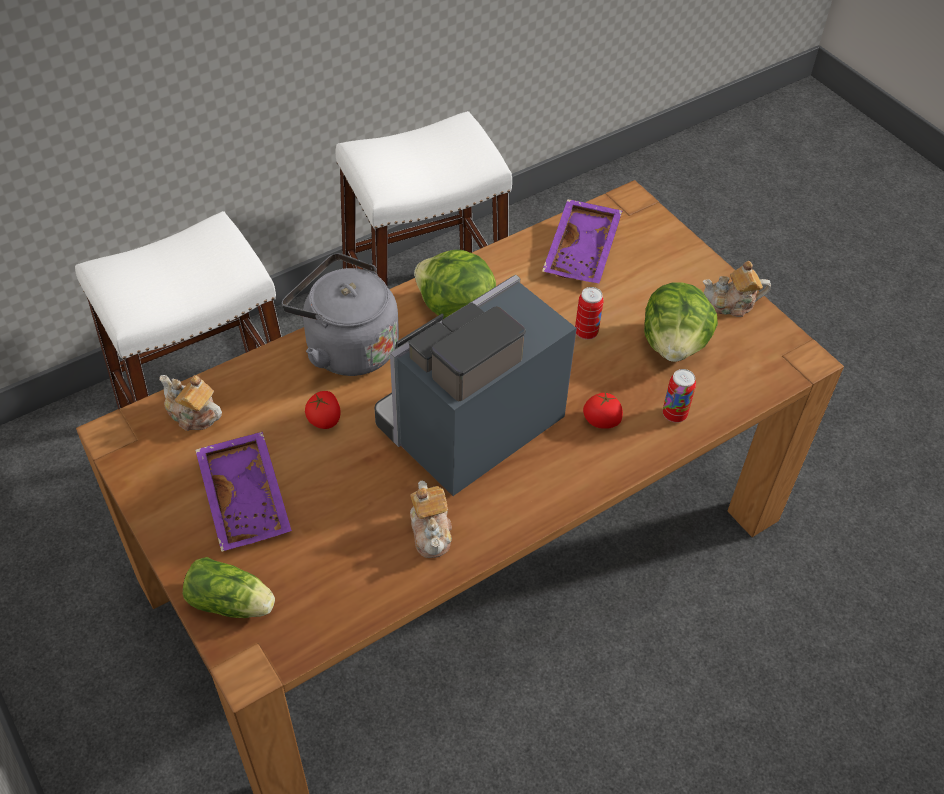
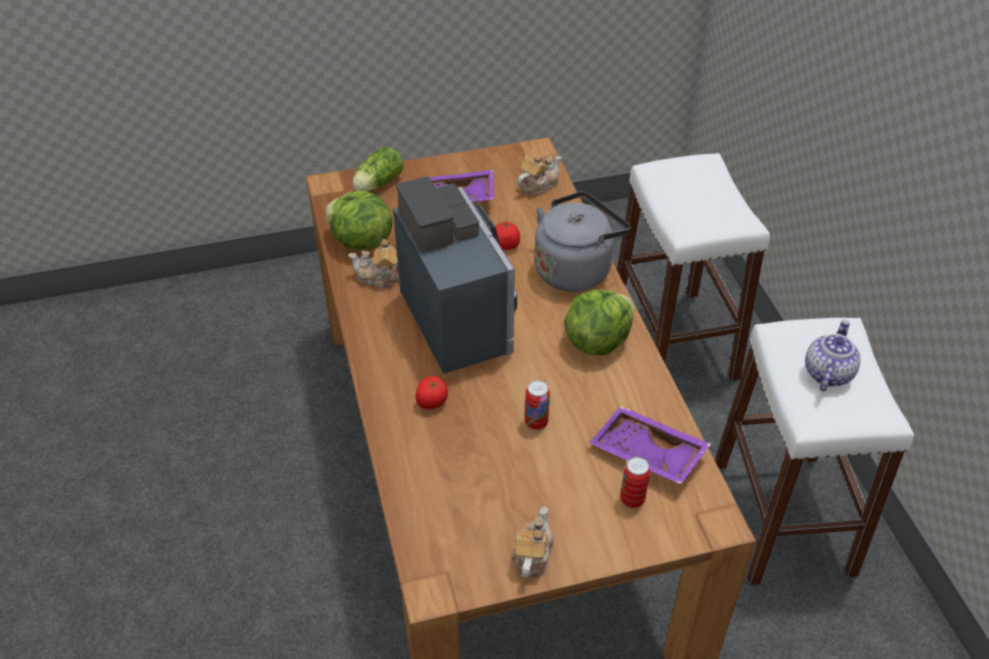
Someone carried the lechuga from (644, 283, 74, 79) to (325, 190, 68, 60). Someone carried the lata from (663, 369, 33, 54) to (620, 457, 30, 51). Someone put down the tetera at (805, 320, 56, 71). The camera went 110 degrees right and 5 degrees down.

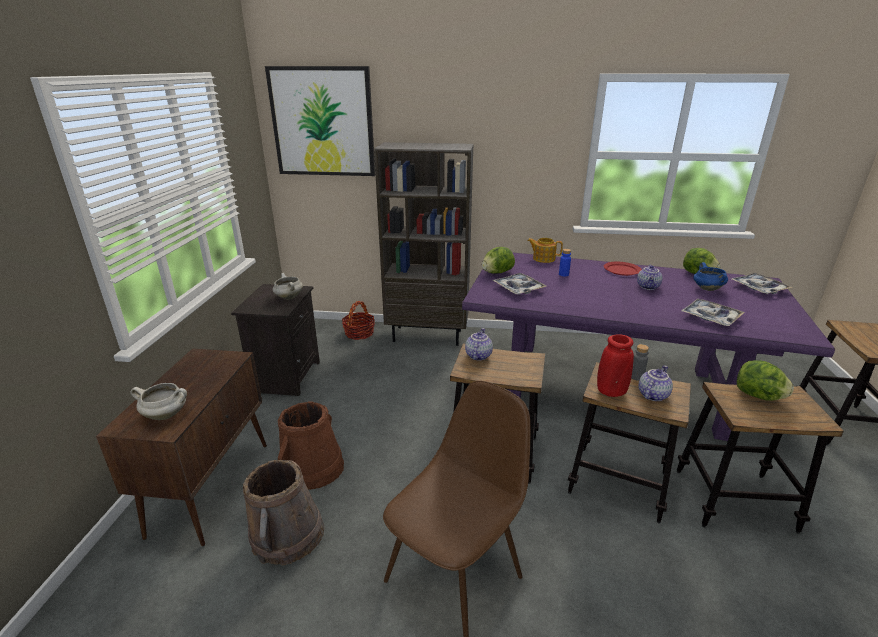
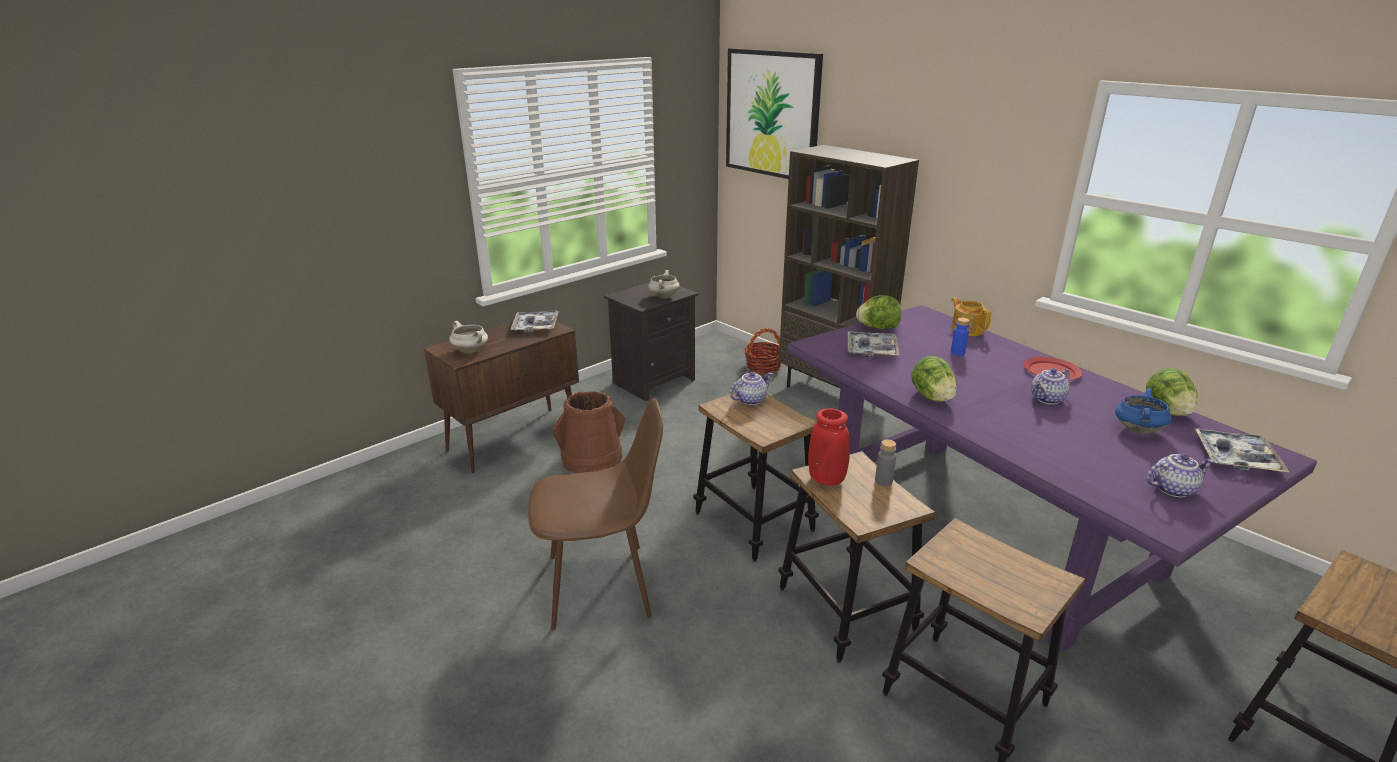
Someone took away the cubo [marrón] at (243, 460, 81, 105). Someone carried the tetera from (639, 365, 34, 36) to (1146, 454, 68, 44). Someone carried the bandeja from (681, 299, 64, 27) to (511, 311, 48, 22). Someone carried the lechuga from (737, 360, 57, 41) to (912, 356, 45, 46). The camera went 40 degrees right and 0 degrees up.

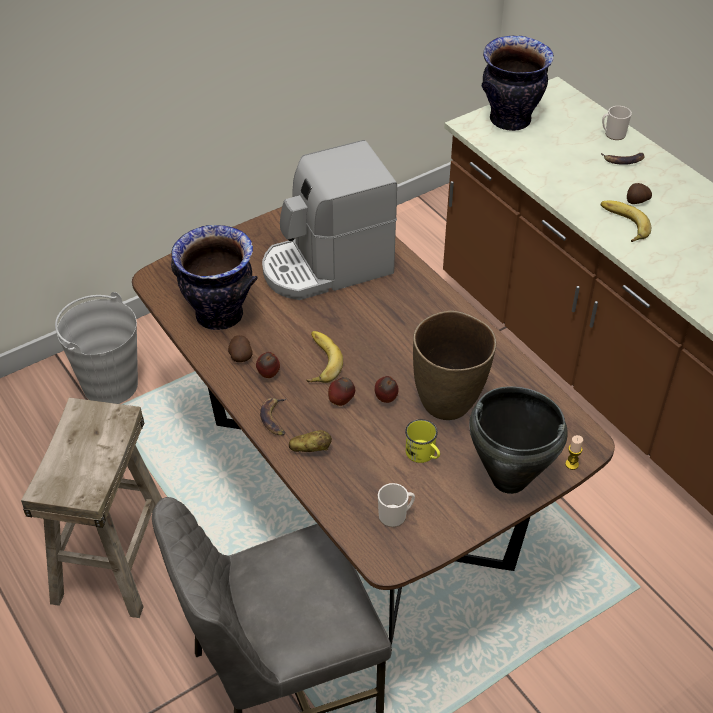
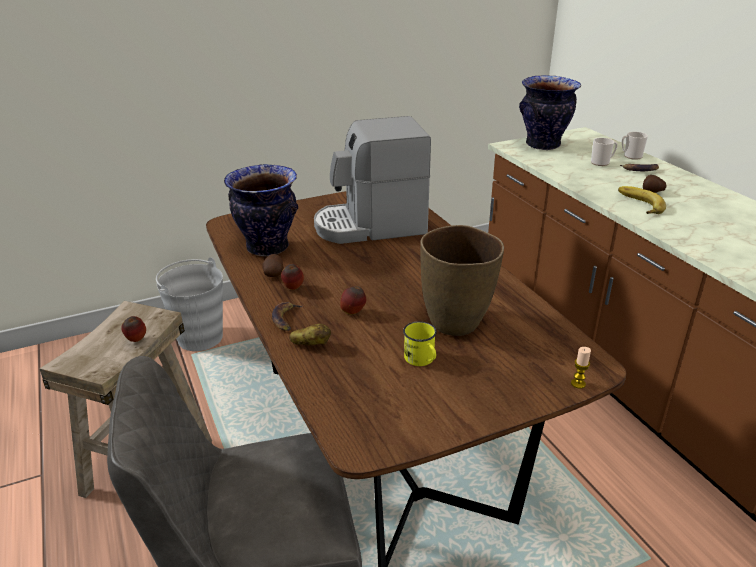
Someone took away the plátano at (307, 331, 36, 52). Someone carried the manzana from (375, 376, 24, 27) to (121, 316, 25, 26). Someone carried the taza grande from (378, 483, 37, 44) to (591, 138, 27, 28). Someone took away the olla [negro] at (469, 386, 99, 108). The camera went 10 degrees right and 15 degrees down.

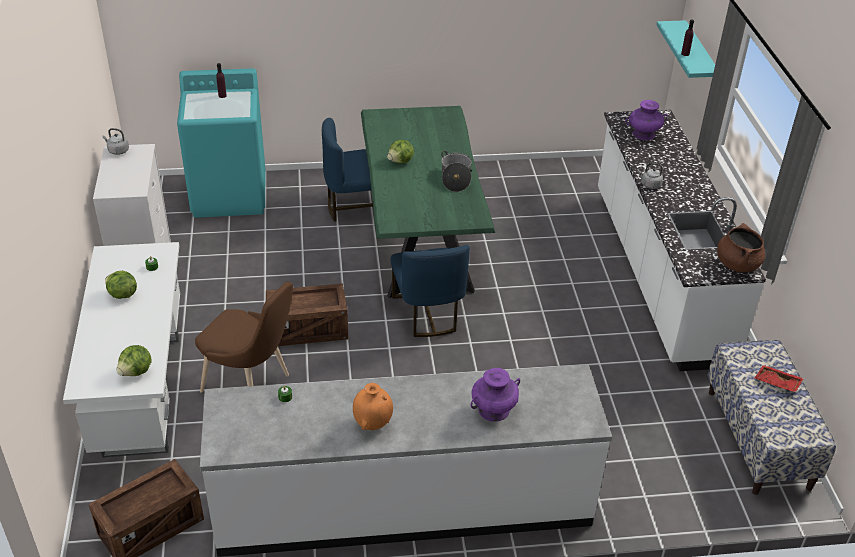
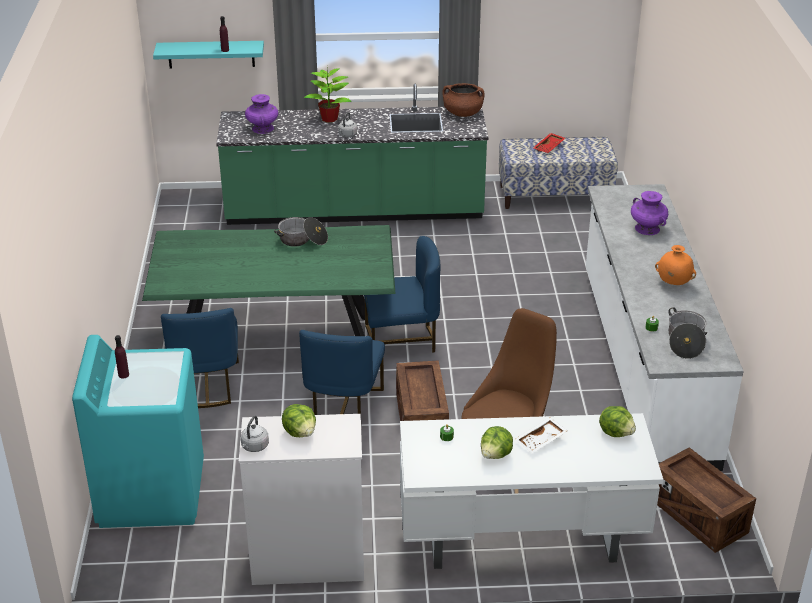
Someone carried the lechuga from (387, 140, 27, 23) to (282, 404, 34, 33). Someone repainted the mueble bajo de cocina [blanco] at (598, 110, 168, 261), which became the mueble bajo de cocina [verde] at (216, 84, 272, 141). Someone put down the silla [azul] at (299, 330, 86, 85). Someone put down the planta en maceta at (304, 66, 48, 57). Someone put down the bandeja [blanco] at (515, 417, 52, 36). Someone put down the olla at (669, 307, 38, 52). The camera went 85 degrees left and 5 degrees down.

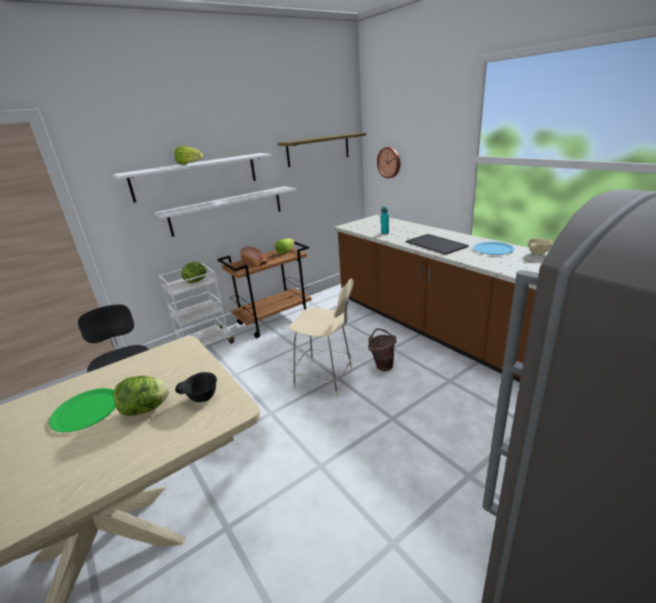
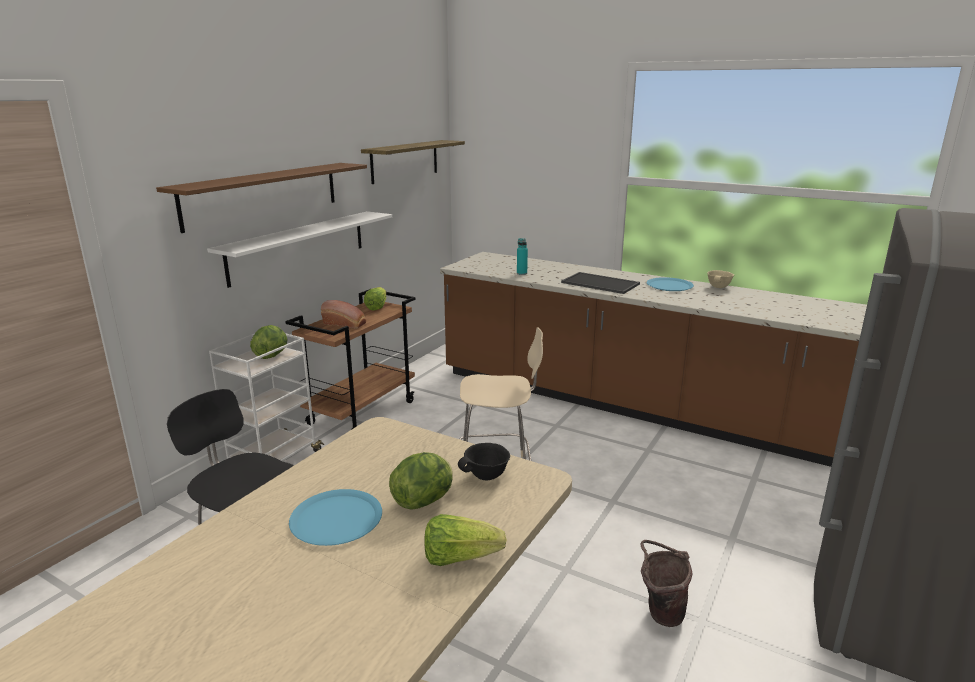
Someone repainted the plato [verde] at (49, 388, 67, 44), which became the plato [azul] at (289, 489, 93, 57). Someone repainted the estante [blanco] at (113, 153, 158, 50), which became the estante [marrón] at (156, 163, 211, 70). Someone carried the lechuga from (174, 146, 29, 18) to (424, 514, 83, 52). Someone carried the cubo [marrón] from (368, 328, 28, 43) to (640, 540, 52, 87). Someone took away the reloj de pared at (377, 147, 23, 31). The camera went 25 degrees left and 5 degrees down.

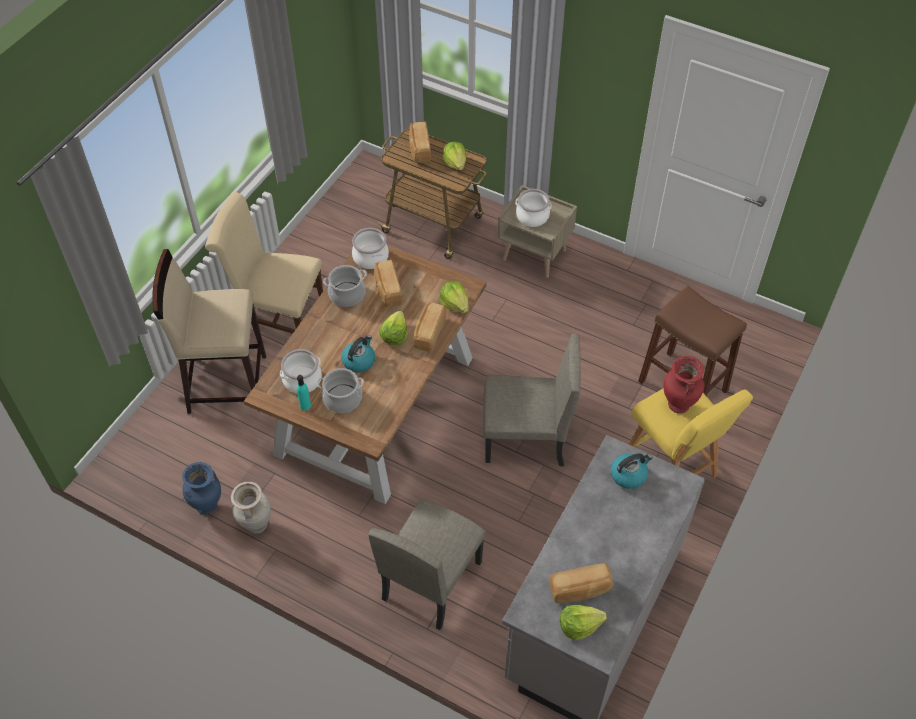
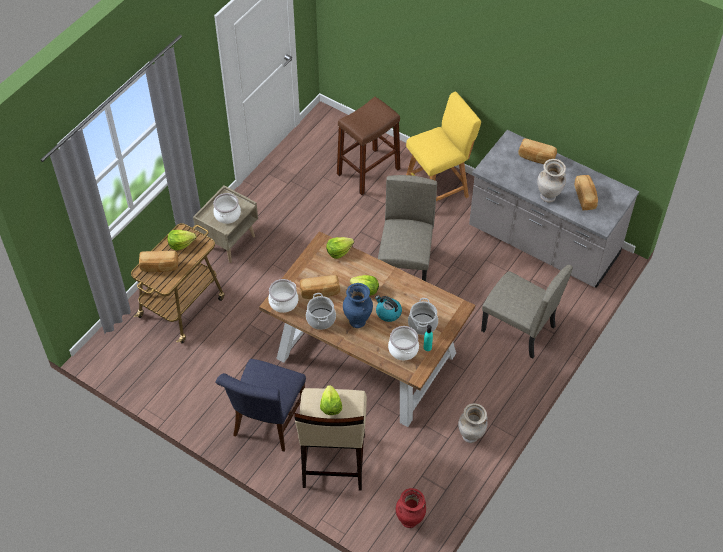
Someone carried the florero [azul] from (182, 462, 39, 53) to (343, 283, 30, 45). Someone repainted the silla [beis] at (205, 192, 118, 142), which became the silla [azul] at (215, 359, 91, 92). Someone carried the pan from (414, 302, 32, 50) to (519, 138, 38, 26). Someone carried the lechuga from (560, 605, 47, 35) to (320, 385, 22, 30). Someone took away the hervidor at (611, 453, 42, 36). Someone carried the florero [rojo] from (663, 356, 41, 57) to (396, 488, 30, 40). Someone put down the florero [beis] at (537, 159, 29, 43). The camera went 85 degrees left and 0 degrees up.

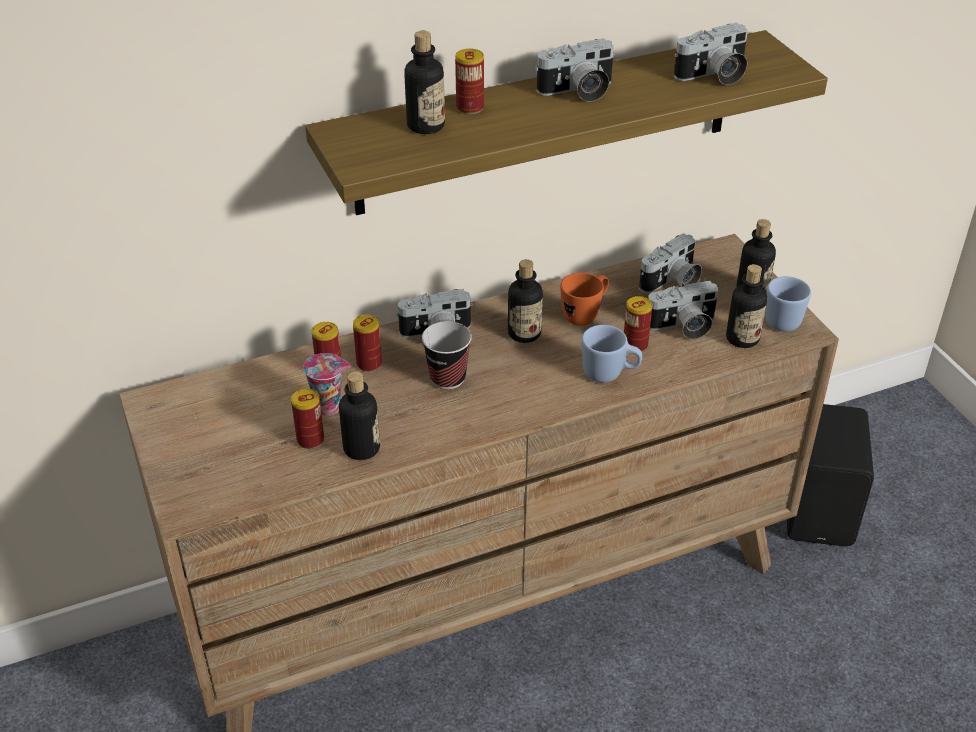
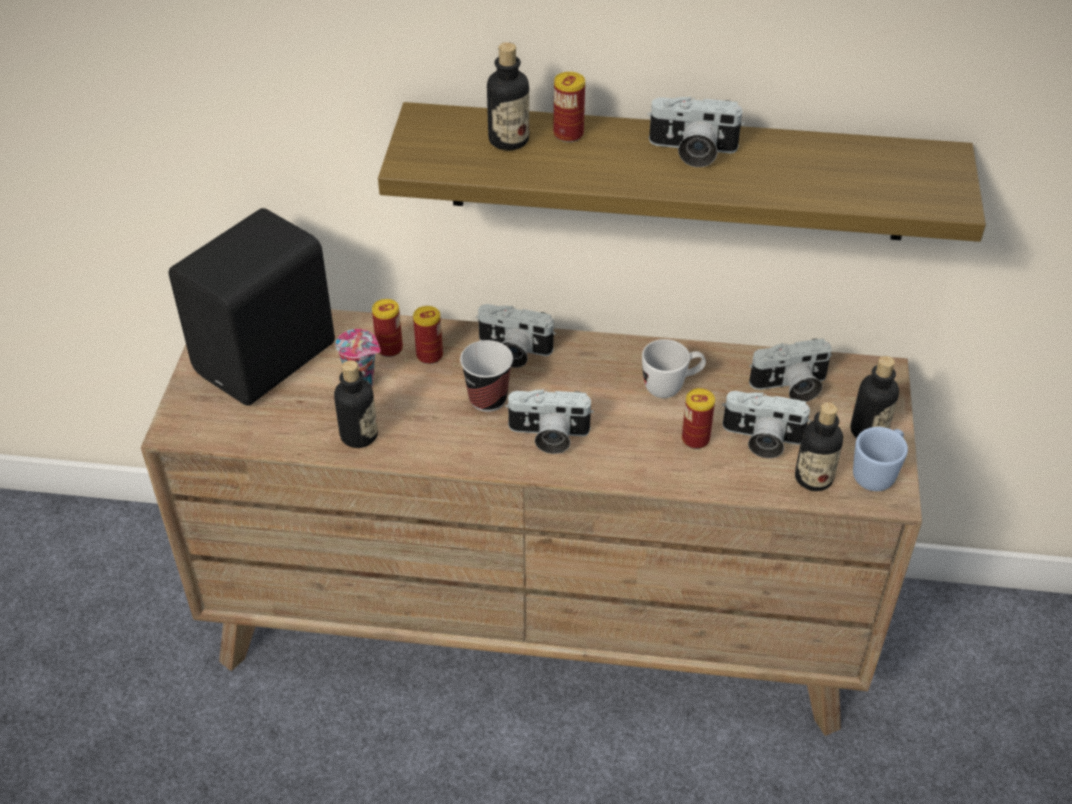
Someone took away the lata at (291, 389, 33, 60). Someone took away the botella at (508, 259, 35, 84). Someone repainted the taza grande [naranja] at (560, 272, 49, 54), which became the taza grande [blanco] at (642, 339, 64, 59). Someone took away the taza grande [azul] at (581, 325, 61, 58). Someone carried the cámara from (674, 23, 74, 62) to (505, 389, 89, 65). Someone carried the altavoz [negro] from (787, 404, 87, 142) to (169, 208, 166, 198). The camera went 30 degrees right and 5 degrees up.

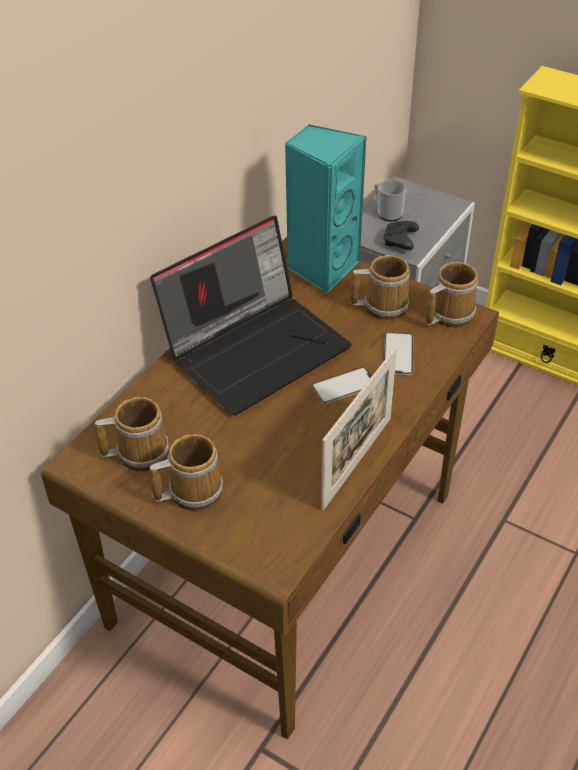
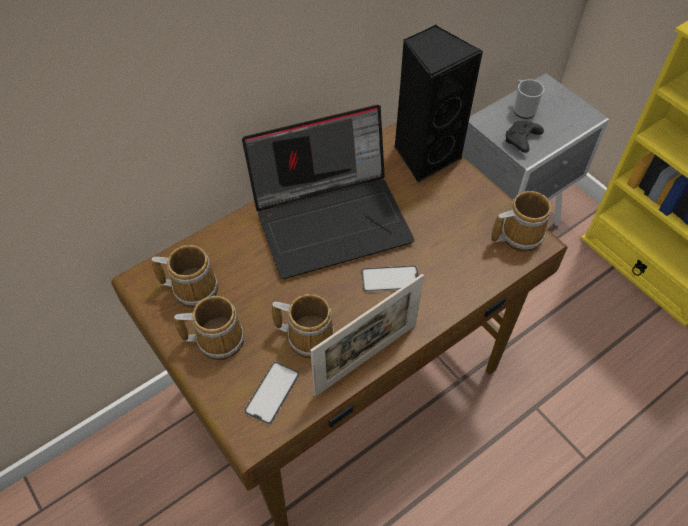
Someone repainted the altavoz [turquesa] at (285, 124, 81, 170), which became the altavoz [negro] at (394, 24, 89, 159). Someone carried the taza grande from (350, 255, 60, 65) to (272, 294, 62, 64). Someone carried the móvil from (383, 332, 30, 43) to (244, 362, 55, 63). The camera went 20 degrees right and 10 degrees up.

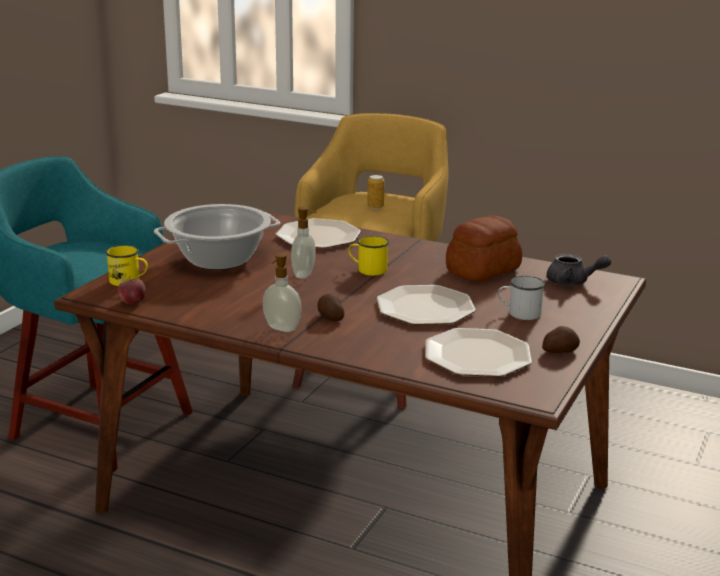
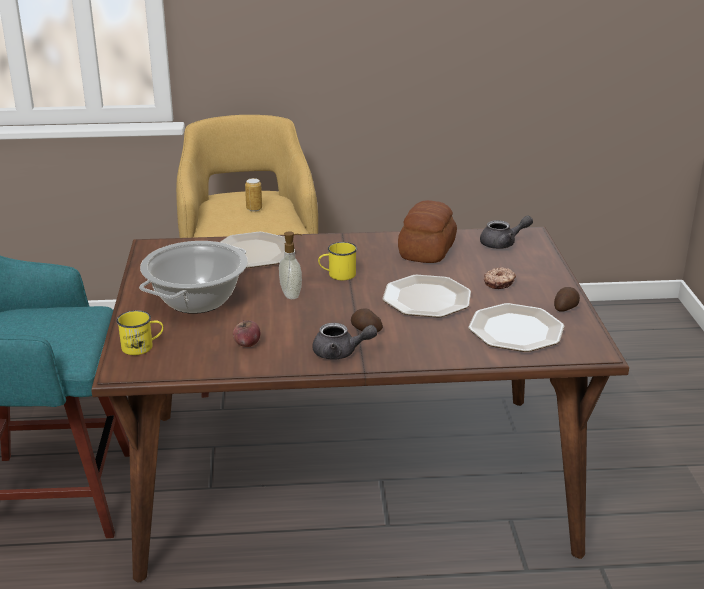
Someone carried the manzana from (118, 276, 28, 29) to (233, 320, 27, 27). Someone swapped the dispensador de jabón at (263, 253, 39, 79) for the tetera [gris] at (312, 323, 65, 37). Someone swapped the taza grande [blanco] at (498, 276, 47, 44) for the rosquilla at (484, 267, 32, 22). The camera went 30 degrees left and 5 degrees up.

